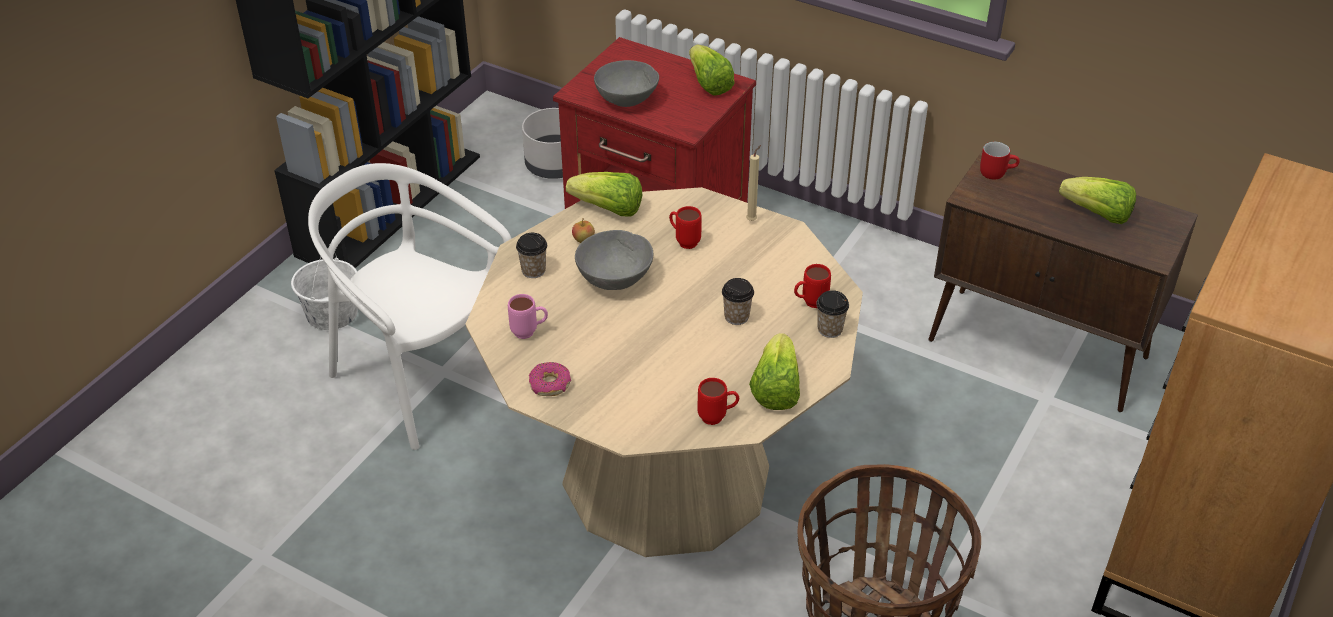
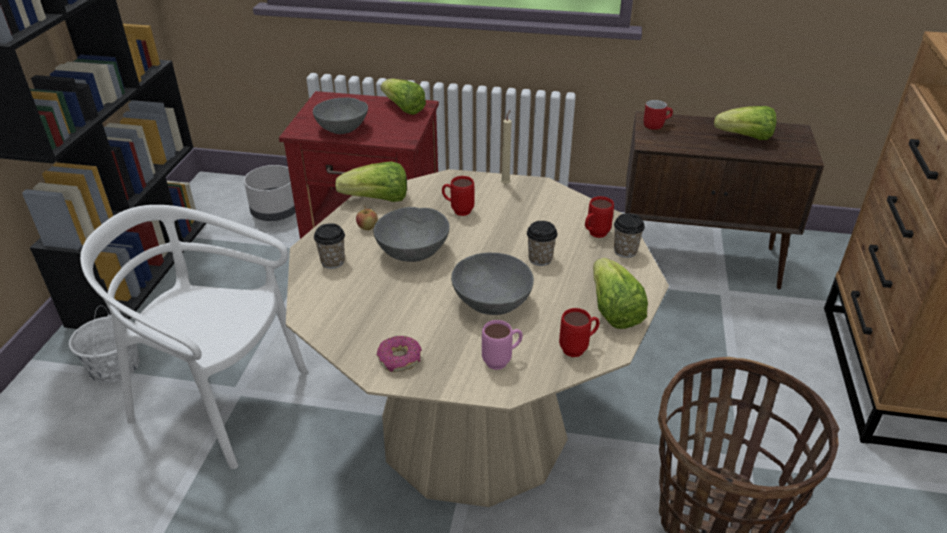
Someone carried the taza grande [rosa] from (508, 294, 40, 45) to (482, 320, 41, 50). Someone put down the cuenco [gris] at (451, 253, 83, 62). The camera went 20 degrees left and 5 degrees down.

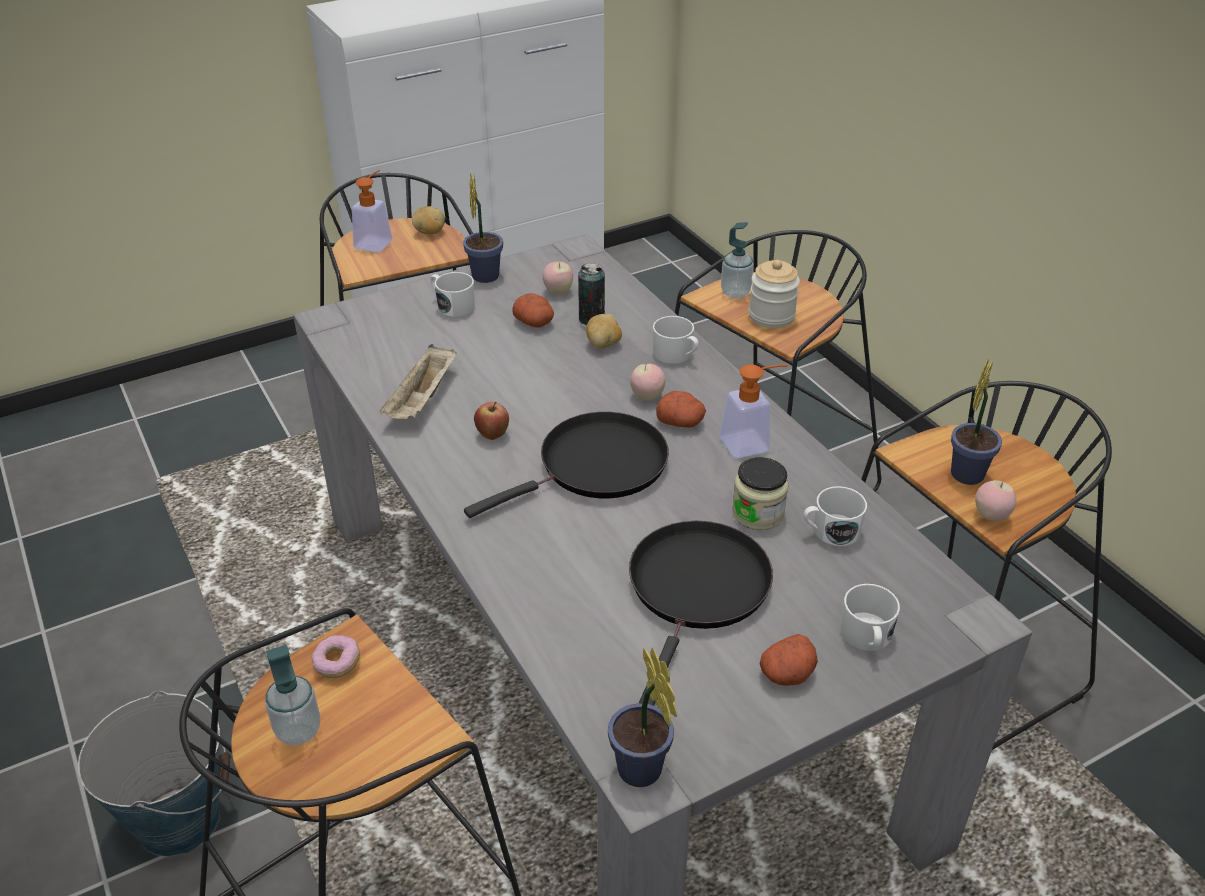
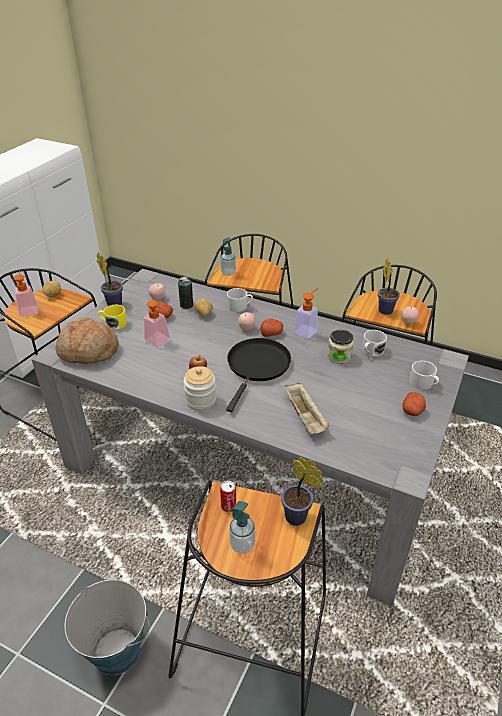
Someone swapped the rosquilla at (312, 635, 48, 43) for the lata at (220, 481, 16, 31). Someone carried the bandeja [beis] from (379, 344, 78, 75) to (285, 382, 44, 52). Someone repainted the taza grande [blanco] at (430, 272, 45, 45), which became the taza grande [amarillo] at (98, 305, 29, 25). Someone carried the planta en maceta from (608, 648, 69, 139) to (281, 457, 42, 69). Someone took away the sartén [negro] at (629, 521, 144, 185). Someone carried the tarro from (749, 260, 51, 68) to (183, 366, 33, 45). Someone put down the pan at (55, 317, 64, 47). Someone put down the dispensador de jabón at (144, 300, 26, 47). The camera went 35 degrees left and 0 degrees up.

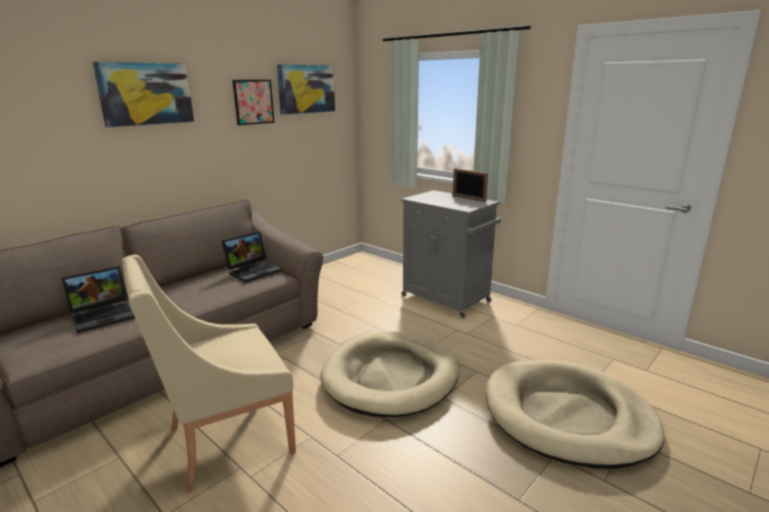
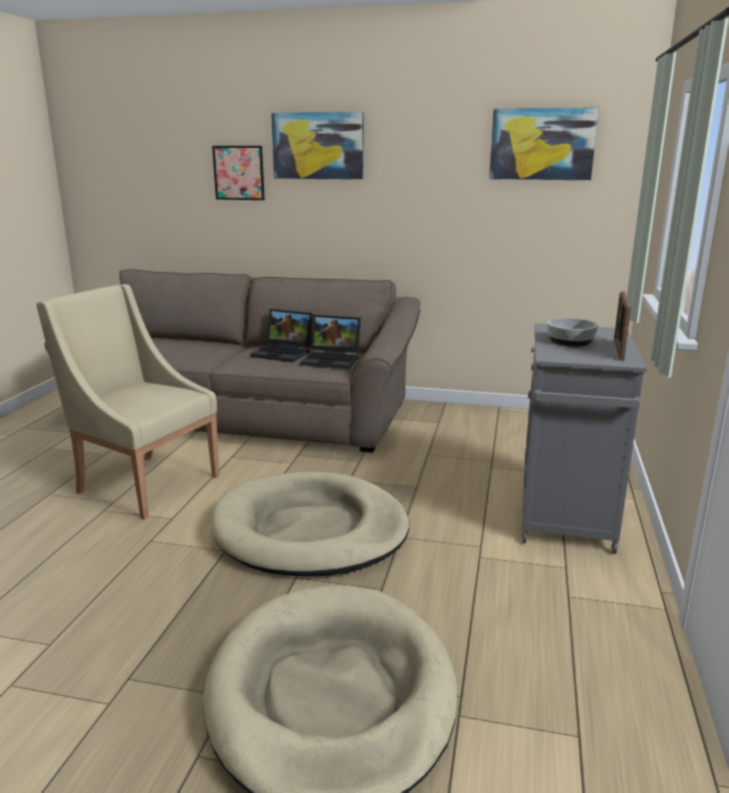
Someone carried the portátil from (62, 266, 73, 68) to (250, 309, 63, 53). Someone carried the cuadro from (233, 80, 42, 45) to (212, 146, 53, 54). Someone put down the cuenco at (547, 318, 51, 28). The camera went 60 degrees right and 0 degrees up.

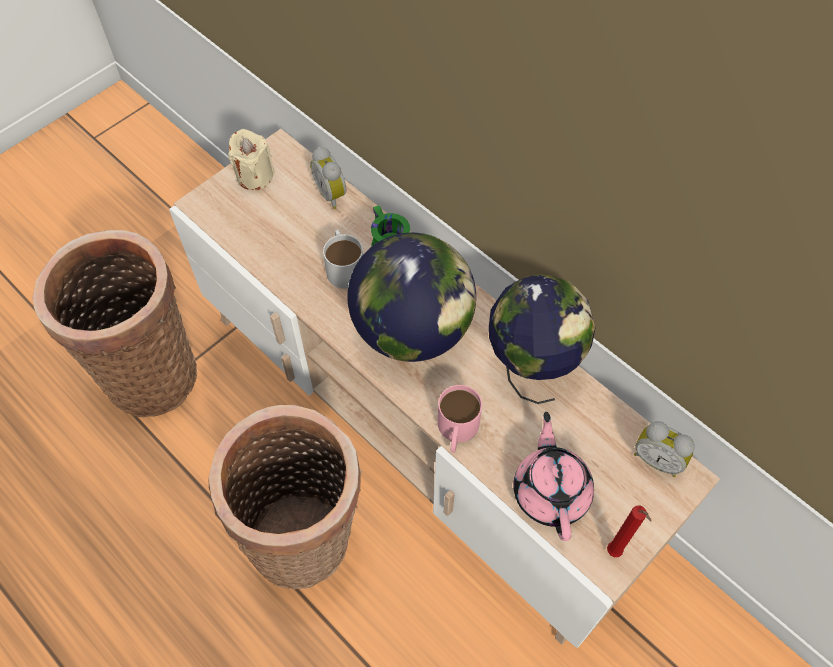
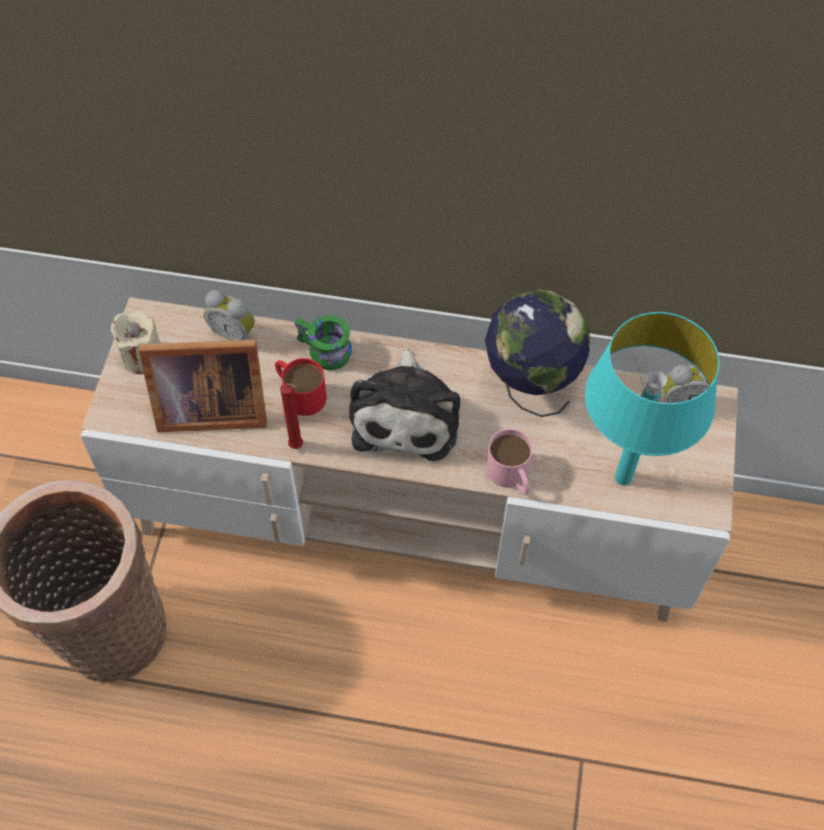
Someone took away the cesta at (208, 405, 154, 184). Someone repainted the taza grande [blanco] at (323, 229, 40, 60), which became the taza grande [rojo] at (275, 358, 52, 58). Someone swapped the globo terráqueo at (348, 233, 128, 129) for the peluche at (349, 348, 111, 113). Someone swapped the tetera [rosa] at (513, 412, 81, 129) for the lámpara de mesa [turquesa] at (585, 312, 134, 174). Someone carried the vela [rojo] from (607, 505, 45, 52) to (280, 383, 23, 66). Someone put down the portarretratos at (139, 340, 128, 92). The camera went 35 degrees left and 0 degrees up.

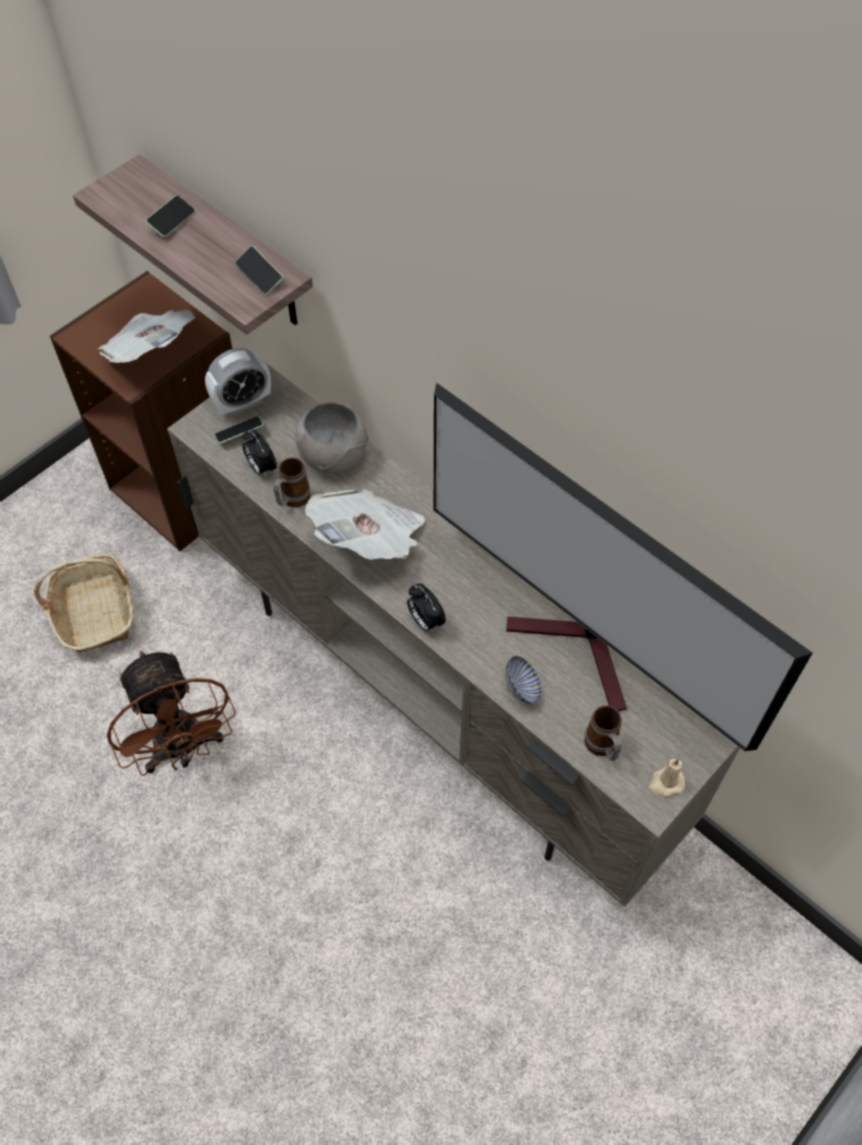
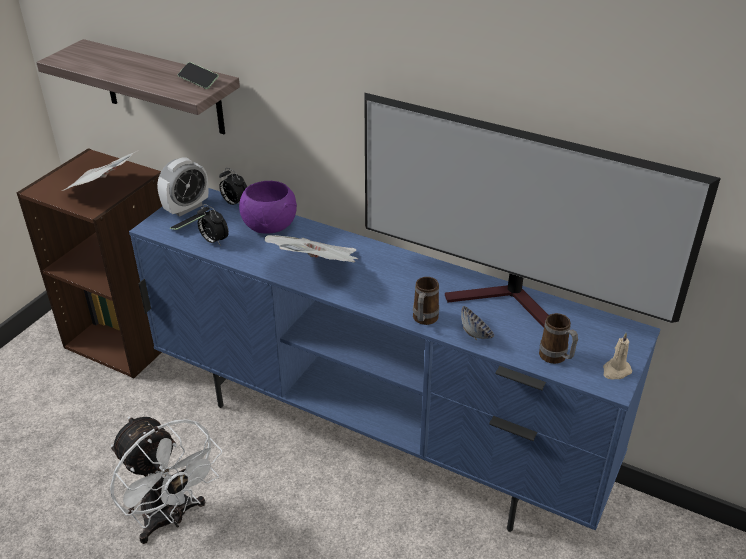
Someone took away the cesta at (34, 553, 100, 100). Someone repainted the ventilador [marrón] at (107, 650, 129, 126), which became the ventilador [blanco] at (110, 416, 112, 128). Someone took away the móvil at (146, 195, 49, 42). Someone repainted the mueble de televisión [beis] at (167, 362, 573, 545), which became the mueble de televisión [azul] at (129, 188, 531, 344). Someone carried the taza grande from (273, 458, 38, 49) to (413, 277, 26, 48). Someone repainted the cuenco [gris] at (295, 402, 74, 71), which became the cuenco [morado] at (239, 181, 58, 53). Someone carried the despertador from (407, 583, 39, 50) to (219, 168, 28, 37). The camera went 15 degrees left and 20 degrees down.

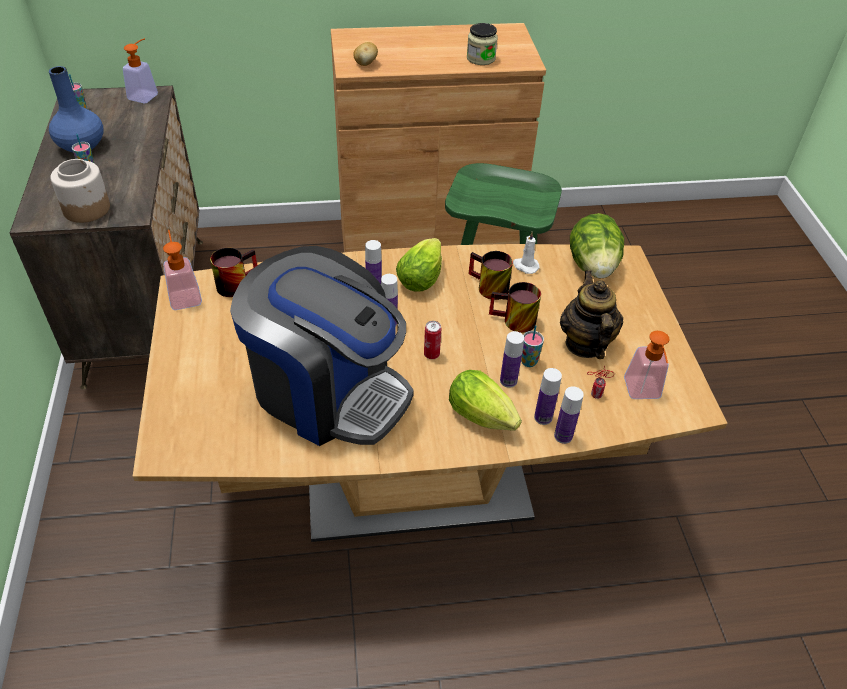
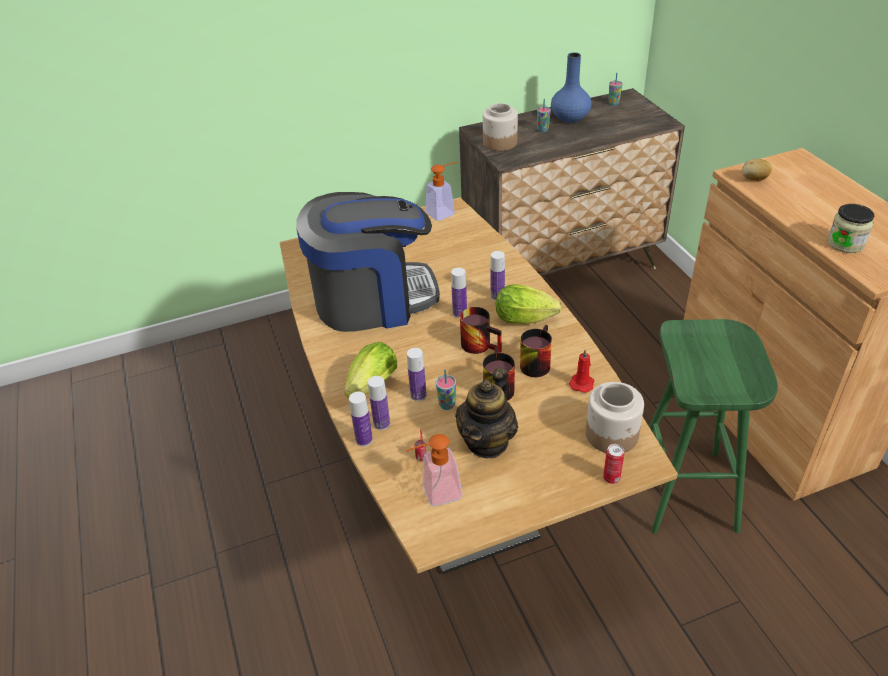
Someone took away the dispensador de jabón at (123, 38, 35, 65). Someone carried the taza grande from (210, 248, 48, 49) to (460, 307, 42, 47). Someone rotated the cafetera at (230, 246, 184, 200) by 120 degrees counterclockwise. Someone carried the lata from (424, 321, 17, 38) to (603, 444, 21, 40). Someone repainted the vela [blanco] at (513, 231, 27, 43), which became the vela [rojo] at (569, 348, 25, 45). Someone rotated the tetera at (560, 270, 63, 89) by 135 degrees clockwise. Someone swapped the lechuga at (570, 213, 54, 65) for the tarro at (586, 382, 58, 71). The camera went 80 degrees right and 5 degrees down.

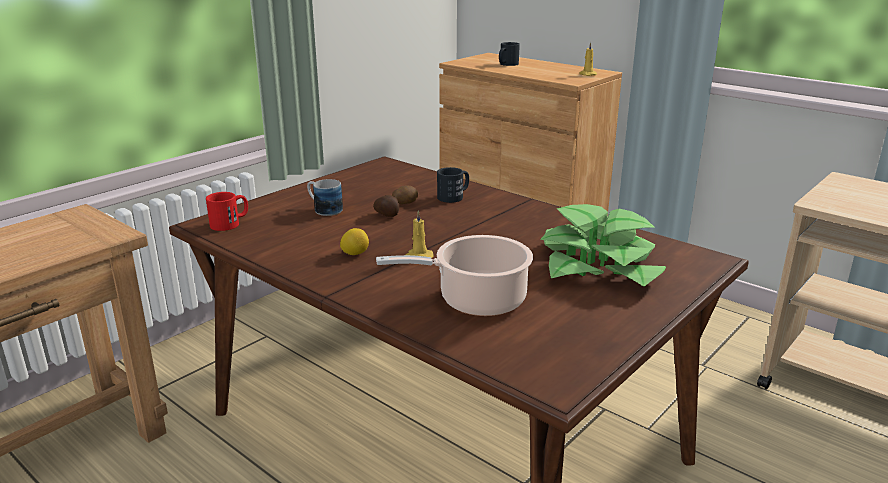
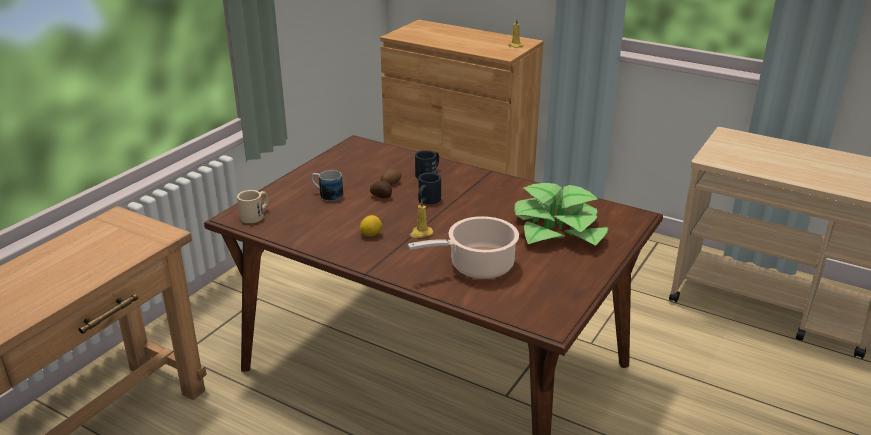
Someone repainted the taza grande [rojo] at (206, 192, 42, 39), which became the taza grande [beis] at (237, 190, 31, 33). Someone carried the taza grande [negro] from (499, 42, 21, 24) to (418, 172, 23, 32). The camera went 10 degrees left and 5 degrees up.

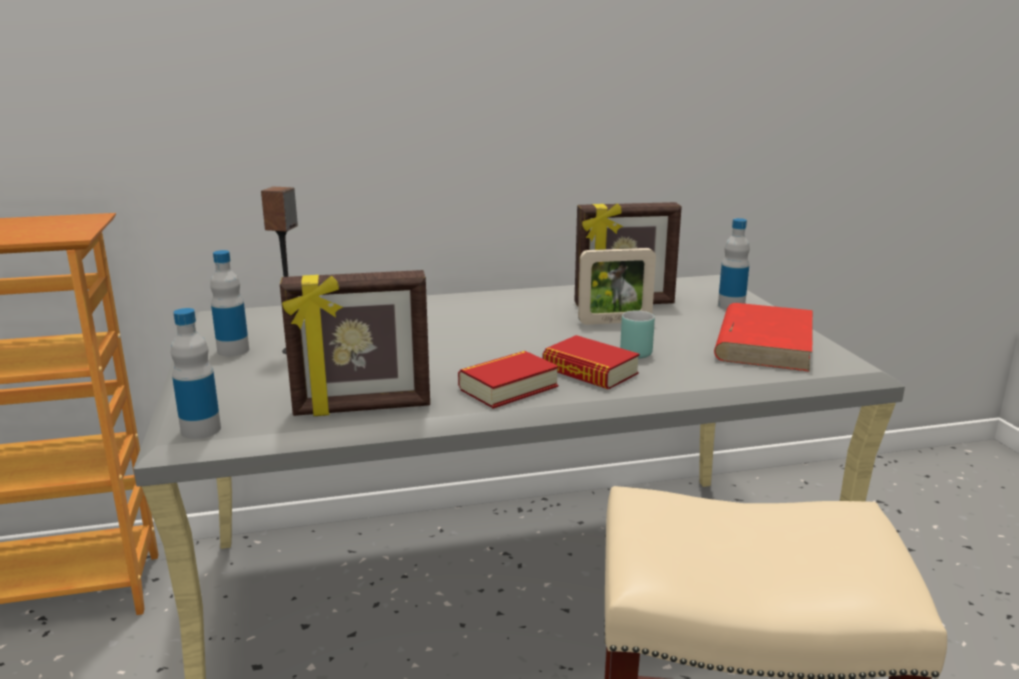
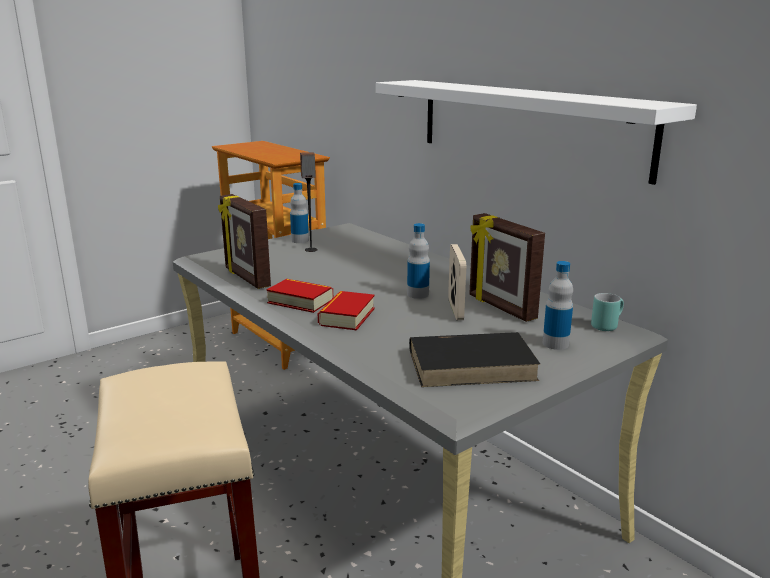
Someone carried the botella from (171, 308, 50, 131) to (407, 223, 23, 76). Someone rotated the portarretratos at (578, 248, 78, 77) by 150 degrees counterclockwise. Someone carried the taza grande [turquesa] from (620, 310, 35, 48) to (591, 293, 33, 38). Someone repainted the libro [rojo] at (714, 303, 99, 69), which became the libro [negro] at (409, 332, 132, 55). Someone put up the estante [blanco] at (376, 80, 321, 105). The camera went 65 degrees right and 0 degrees up.

